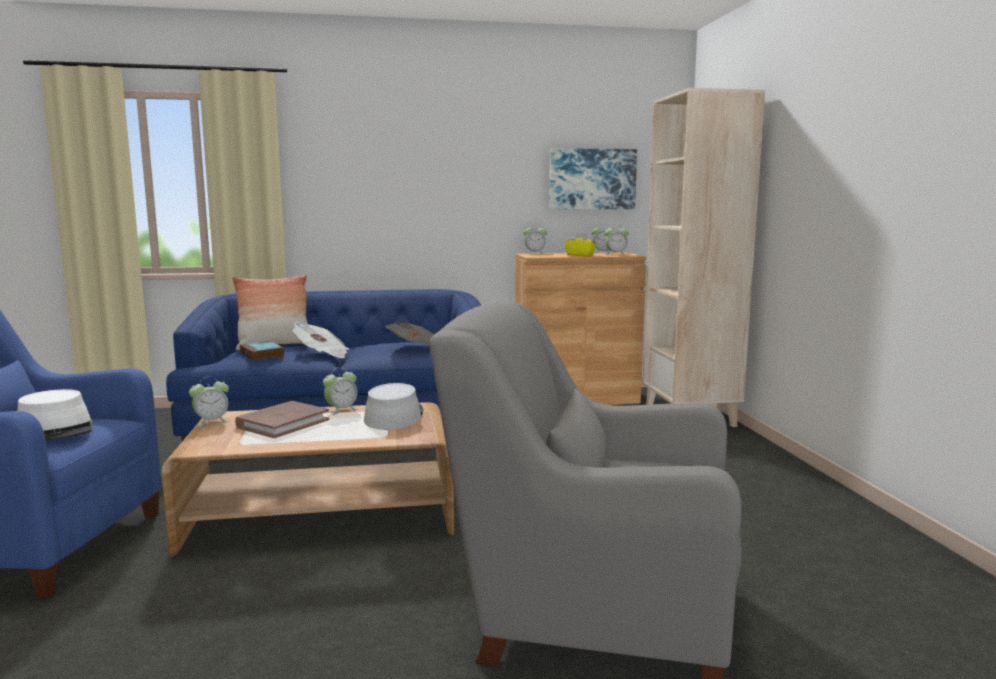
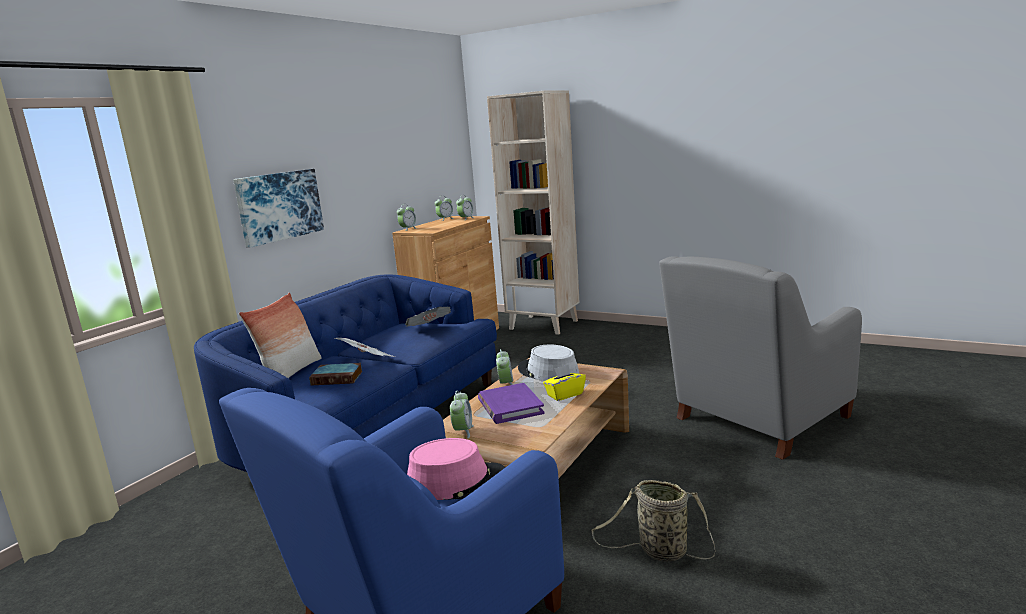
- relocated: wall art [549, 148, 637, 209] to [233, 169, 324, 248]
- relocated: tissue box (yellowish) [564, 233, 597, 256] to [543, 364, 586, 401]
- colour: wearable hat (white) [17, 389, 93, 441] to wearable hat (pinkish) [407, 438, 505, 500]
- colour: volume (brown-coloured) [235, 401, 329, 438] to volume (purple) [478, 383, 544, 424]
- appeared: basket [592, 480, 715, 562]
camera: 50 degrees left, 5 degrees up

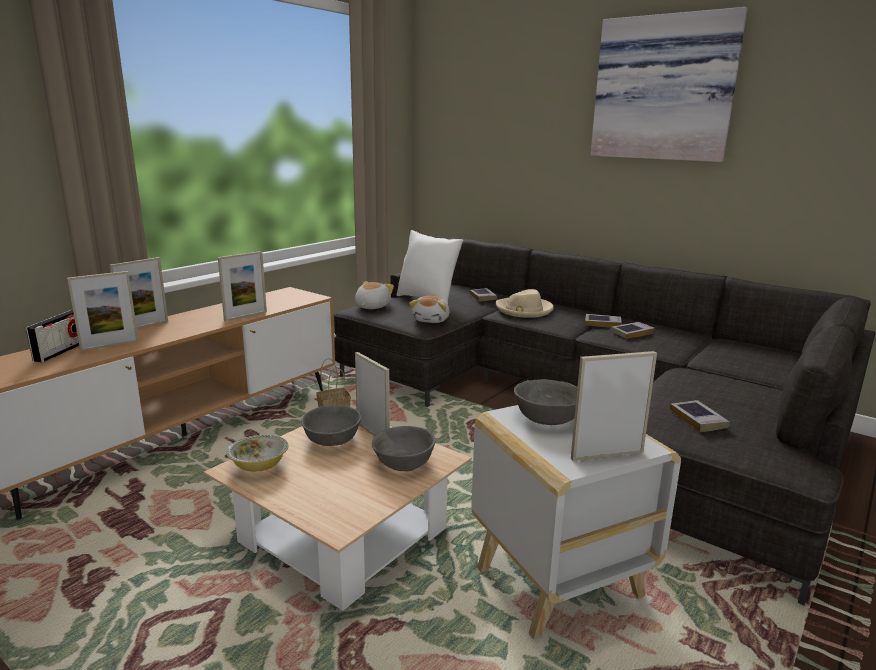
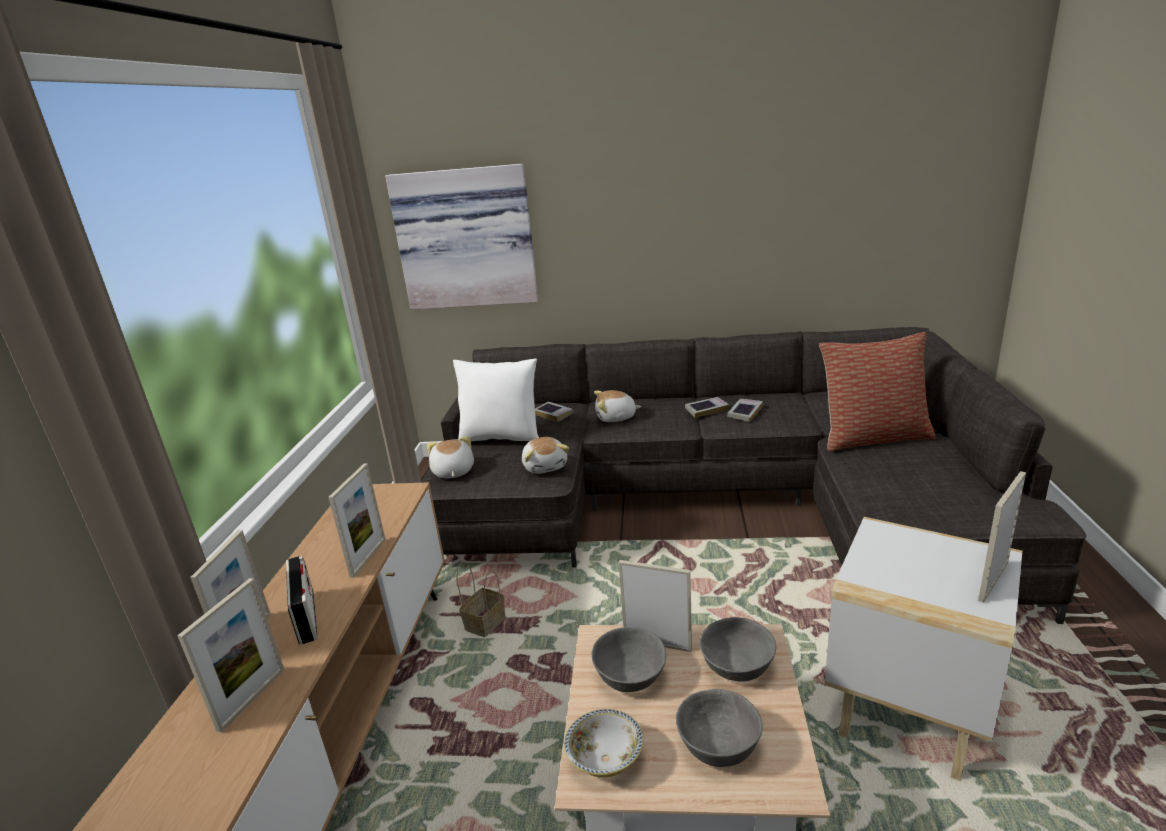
- relocated: wall art [590, 7, 748, 162] to [385, 164, 539, 310]
- exchanged: wearable hat (beige-coloured) [496, 289, 554, 318] to plush toy [594, 390, 641, 422]
- relocated: radio set [26, 310, 79, 362] to [286, 556, 318, 644]
- relocated: serving bowl (greyish) [514, 379, 577, 425] to [676, 689, 763, 767]
- missing: volume [670, 400, 730, 432]
- appeared: cushion [819, 332, 936, 451]
camera: 30 degrees left, 5 degrees up

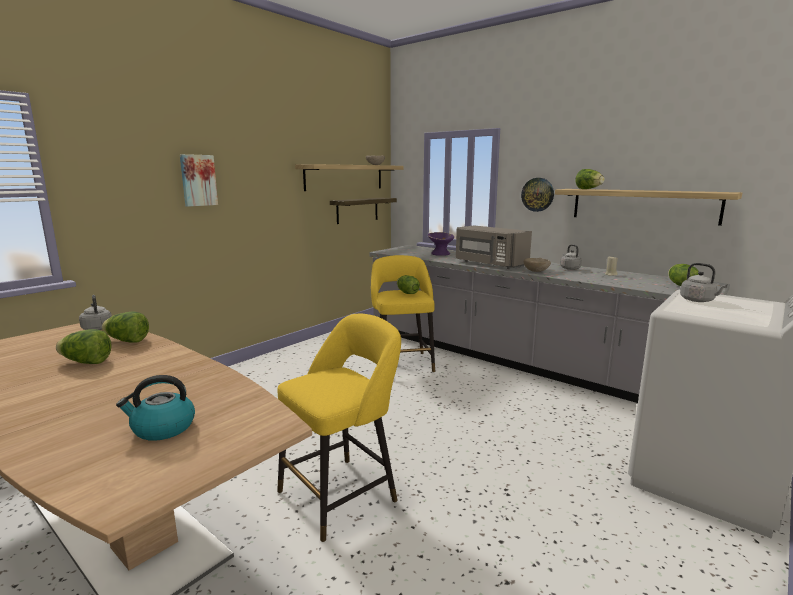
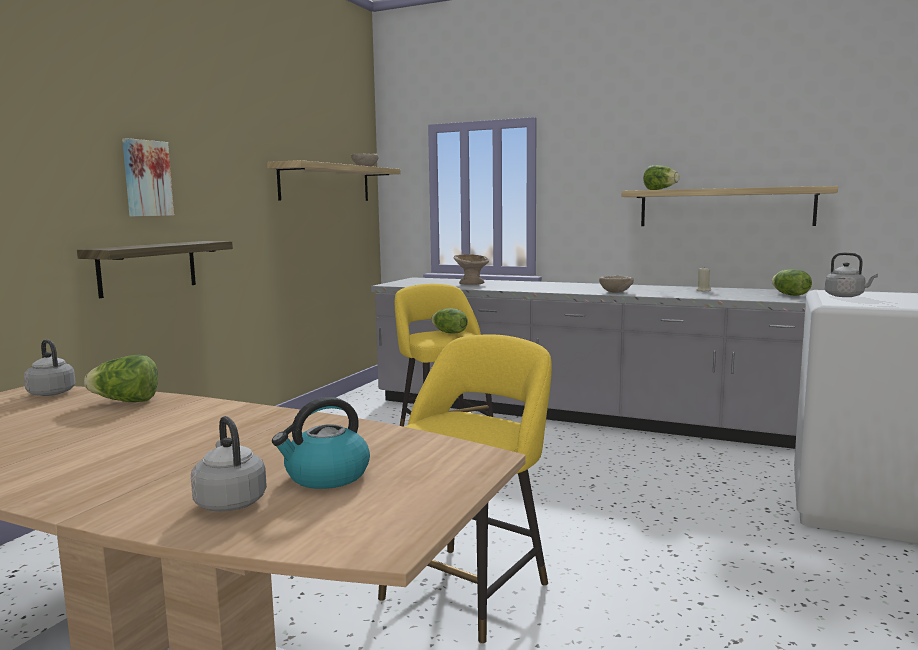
- missing: wall clock [521, 178, 554, 212]
- relocated: bracket shelf [330, 198, 397, 224] to [77, 241, 233, 298]
- missing: kitchen microwave (greyish) [456, 225, 532, 269]
- colour: serving bowl (purple) [428, 232, 454, 256] to serving bowl (beige-coloured) [453, 254, 489, 285]
- relocated: kettle (greyish) [561, 244, 582, 270] to [191, 416, 267, 512]
- missing: lettuce head [56, 329, 112, 364]
camera: 15 degrees left, 5 degrees down

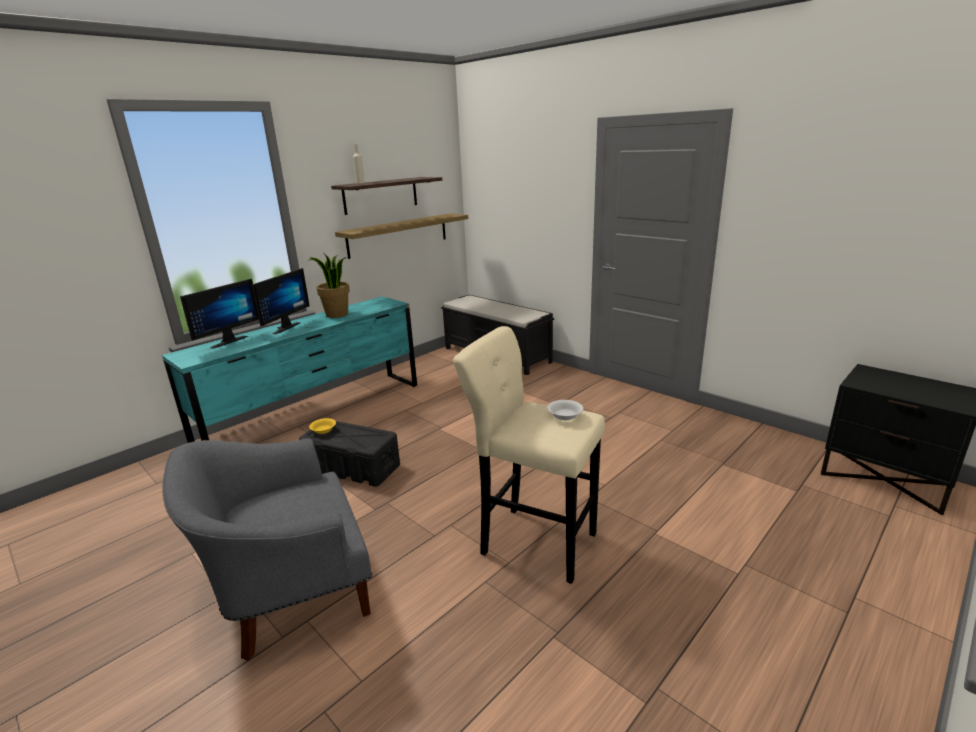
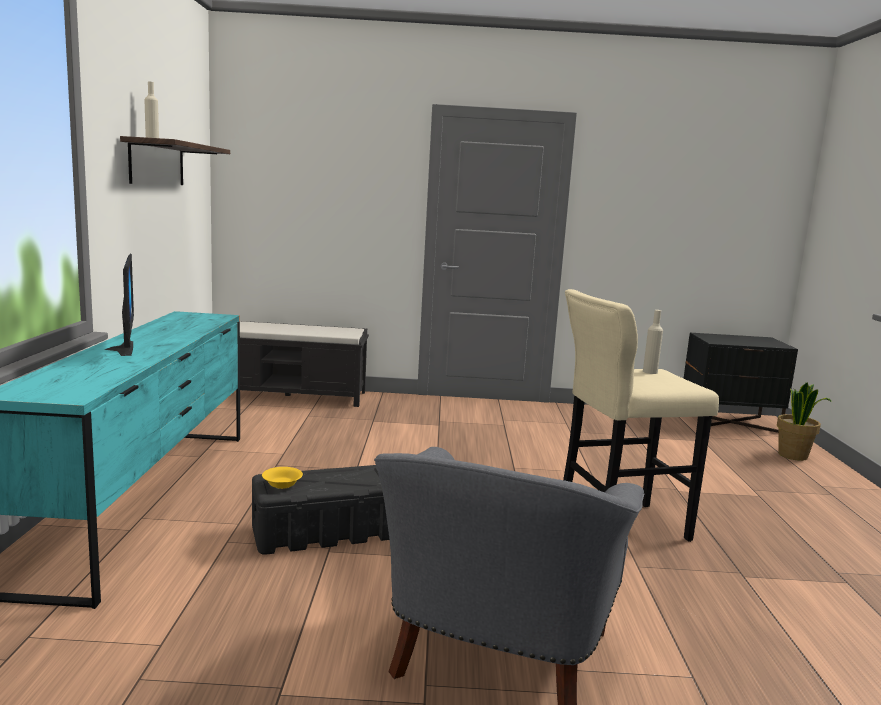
- missing: bracket shelf [335, 213, 468, 259]
- relocated: potted plant [309, 254, 350, 318] to [777, 382, 832, 461]
- missing: computer screen [180, 279, 259, 349]
- exchanged: serving bowl (white) [547, 400, 583, 420] to bottle (beige-coloured) [643, 310, 663, 374]
camera: 45 degrees left, 10 degrees down

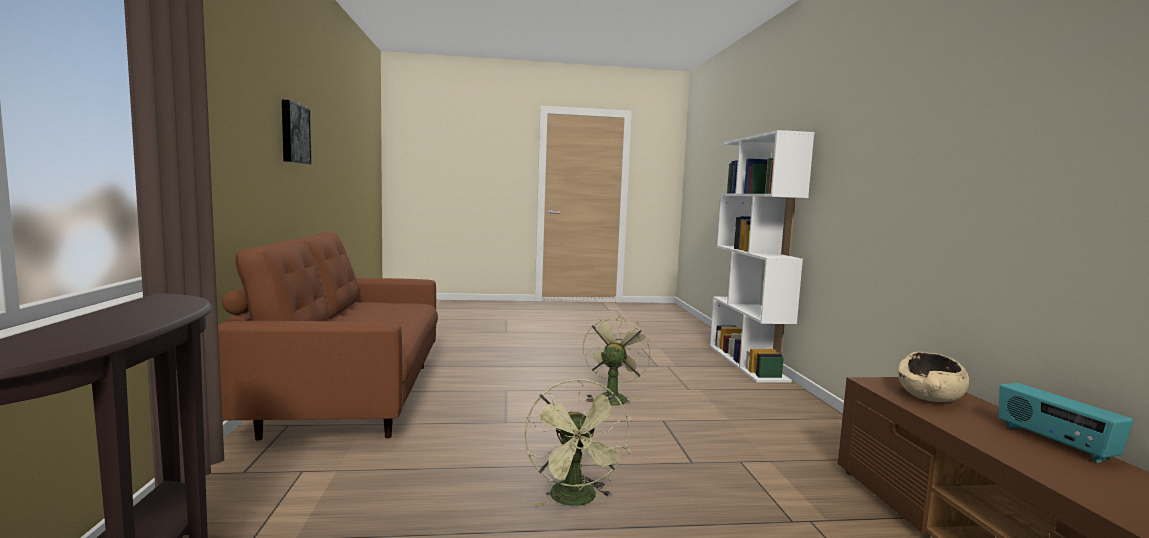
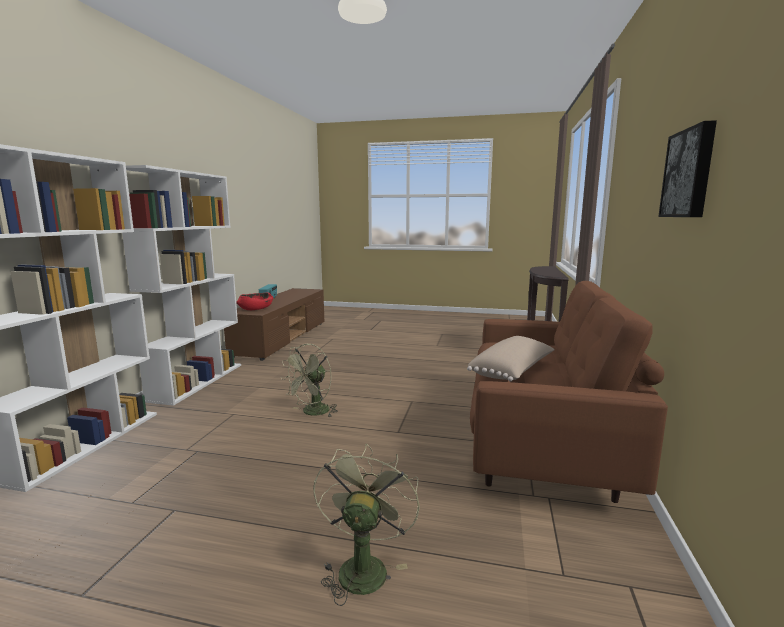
- colour: serving bowl (beige-coloured) [898, 352, 969, 402] to serving bowl (red-coloured) [236, 293, 273, 310]
- relocated: cooling fan (green-coloured) [524, 378, 631, 507] to [313, 444, 420, 606]
- appeared: bookshelf (white) [122, 165, 241, 406]
- appeared: cushion (beige-coloured) [467, 336, 555, 382]
camera: 160 degrees left, 5 degrees up

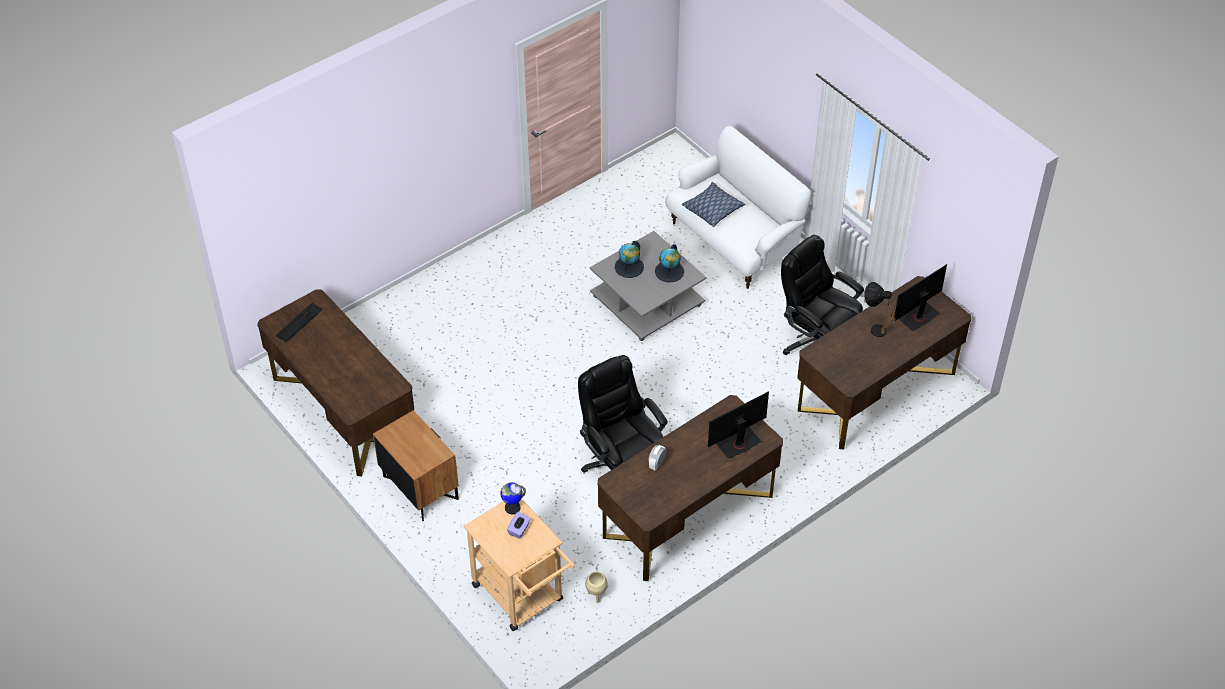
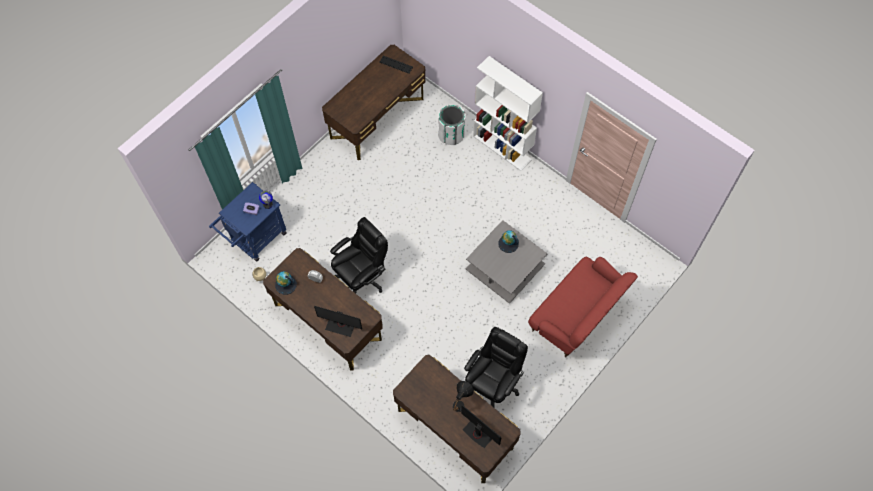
- colour: couch (white) [665, 126, 812, 289] to couch (red-coloured) [528, 256, 638, 357]
- missing: cushion [681, 182, 745, 227]
- relocated: globe [655, 244, 684, 283] to [275, 271, 297, 295]
- spun: computer screen [708, 391, 769, 459] = [314, 306, 362, 337] 150 degrees clockwise
- missing: nightstand (brown-coloured) [373, 410, 459, 521]
- colour: wheeled cart (beige-coloured) [463, 499, 575, 631] to wheeled cart (bluish) [209, 182, 287, 261]
- appeared: bookshelf (white) [473, 56, 543, 171]
- appeared: rubbish bin (white) [438, 105, 466, 145]
camera: 80 degrees right, 15 degrees up

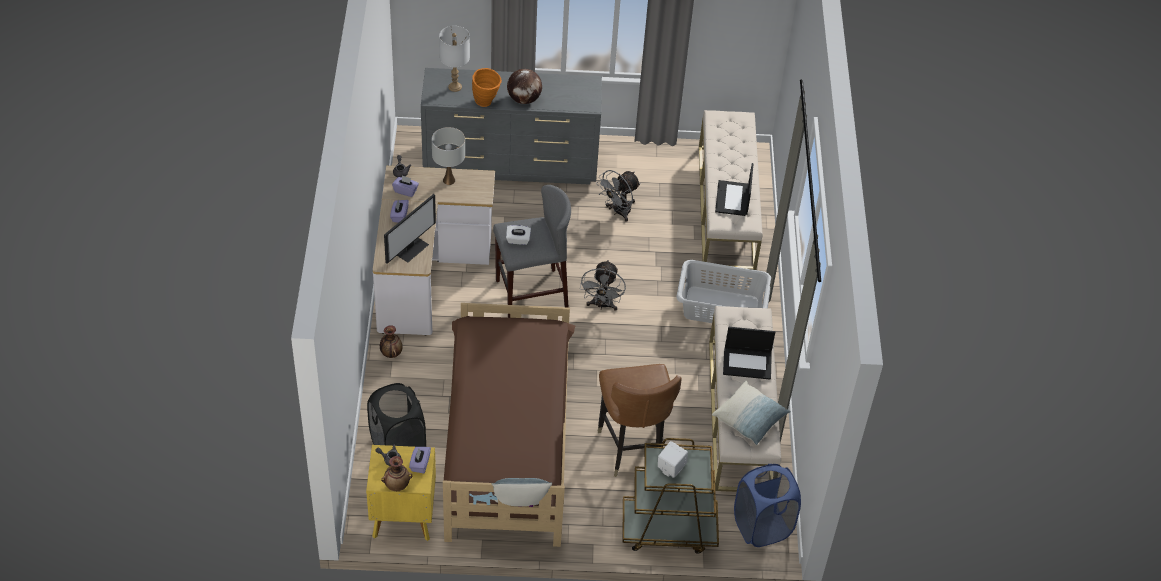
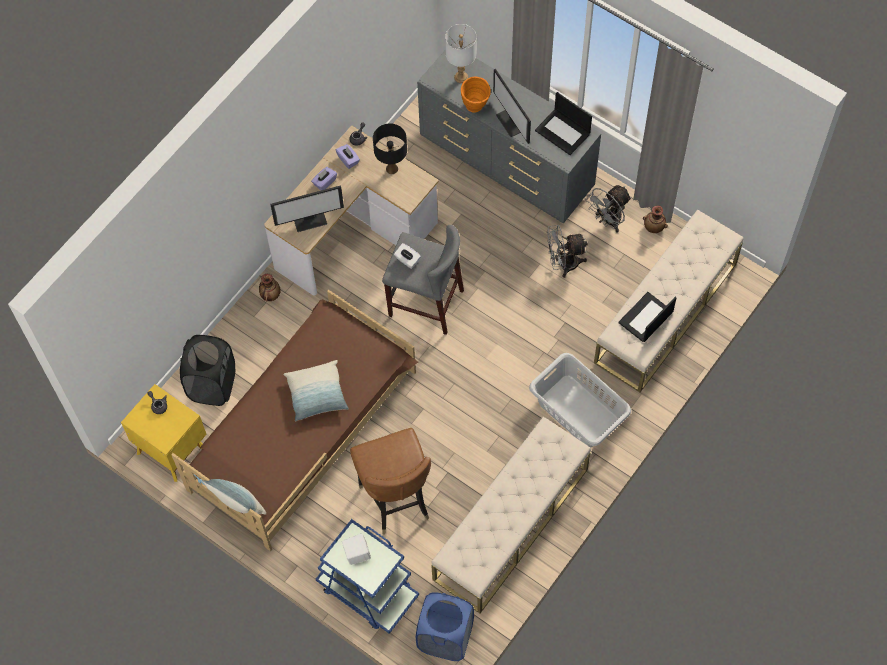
- exchanged: globe [507, 69, 542, 104] to computer screen [493, 69, 531, 144]
- colour: tabletop lamp (white) [432, 127, 465, 185] to tabletop lamp (black-coloured) [373, 124, 407, 174]
- relocated: cooling fan (greyish) [580, 260, 626, 311] to [586, 185, 632, 233]
- relocated: laptop [723, 327, 775, 380] to [535, 92, 592, 155]
- spun: plain chair (brown-coloured) [598, 364, 682, 477] = [350, 428, 431, 534] 45 degrees counterclockwise
- relocated: cushion [712, 380, 791, 445] to [283, 360, 349, 422]
- colour: wheeled cart (brown-coloured) [622, 438, 719, 554] to wheeled cart (bluish) [316, 519, 419, 634]
- missing: tissue box (purple) [409, 447, 431, 473]
- relocated: decorative vase [381, 456, 412, 491] to [643, 205, 668, 233]
camera: 40 degrees right, 15 degrees up

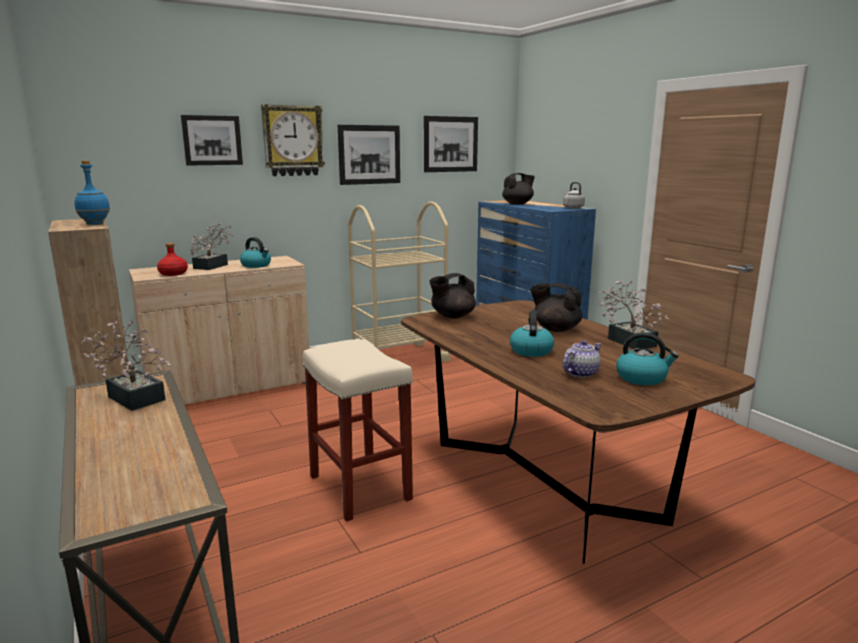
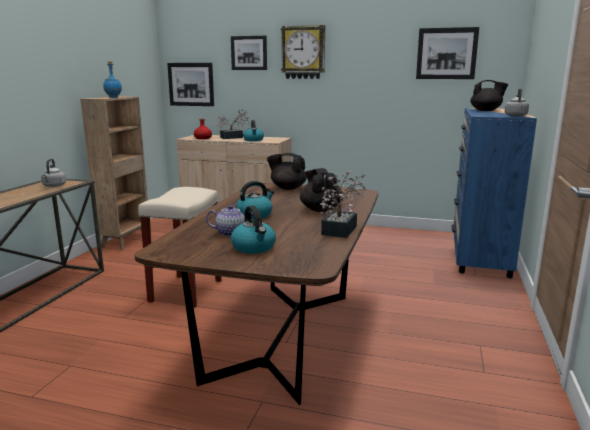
- relocated: wall art [338, 125, 400, 185] to [167, 63, 214, 106]
- missing: wheeled cart (beige-coloured) [348, 201, 450, 362]
- exchanged: potted plant [82, 320, 172, 411] to kettle (greyish) [41, 159, 66, 187]
camera: 45 degrees right, 0 degrees up

